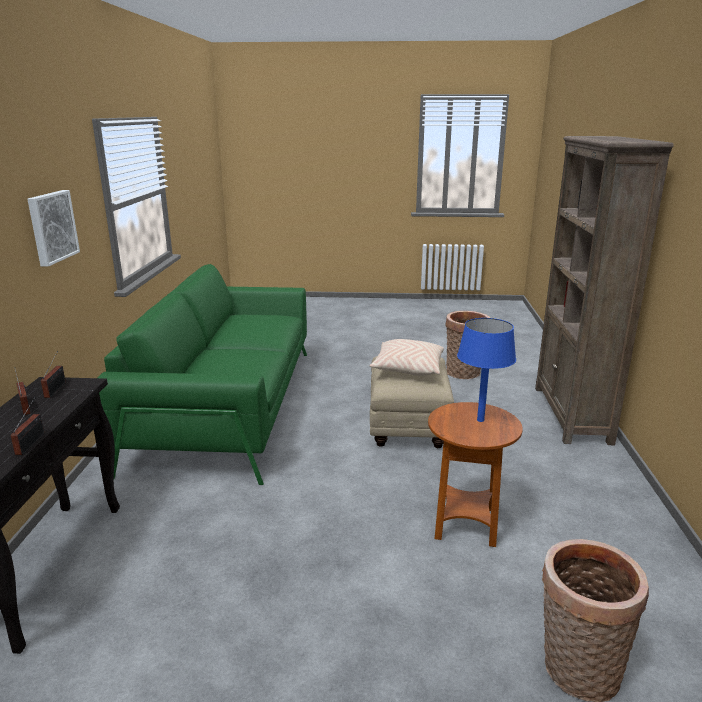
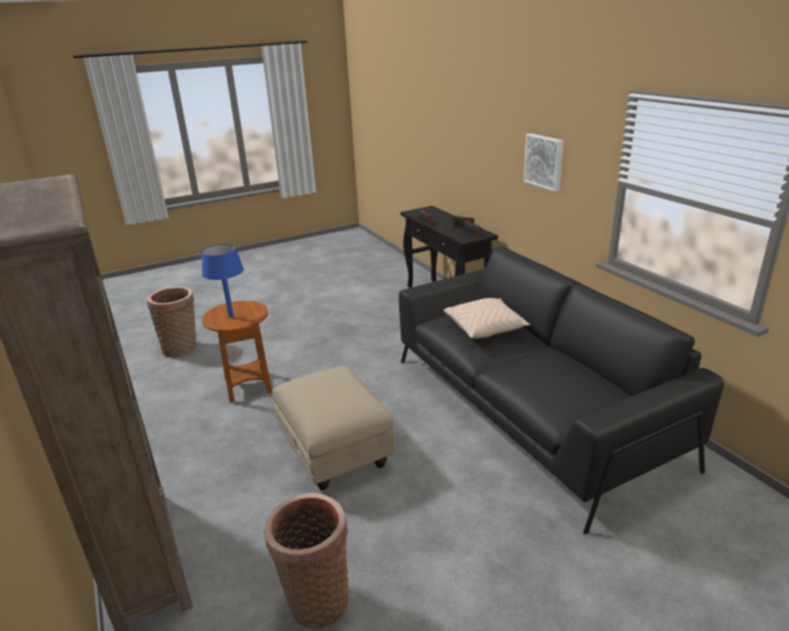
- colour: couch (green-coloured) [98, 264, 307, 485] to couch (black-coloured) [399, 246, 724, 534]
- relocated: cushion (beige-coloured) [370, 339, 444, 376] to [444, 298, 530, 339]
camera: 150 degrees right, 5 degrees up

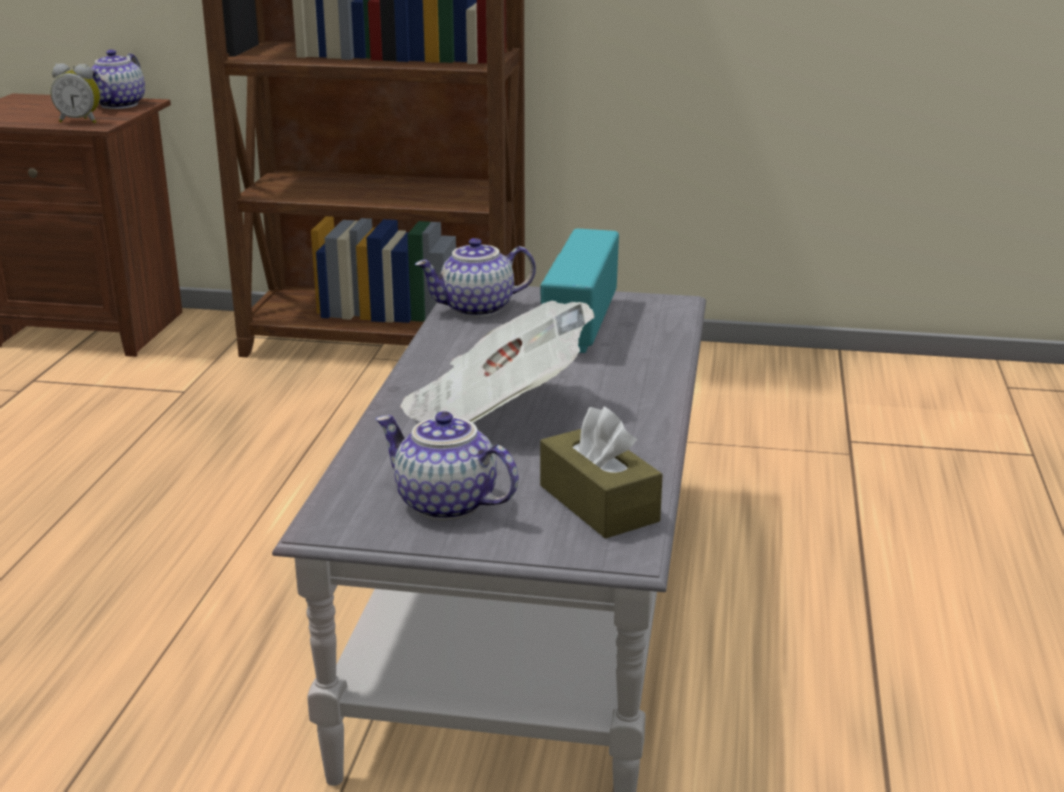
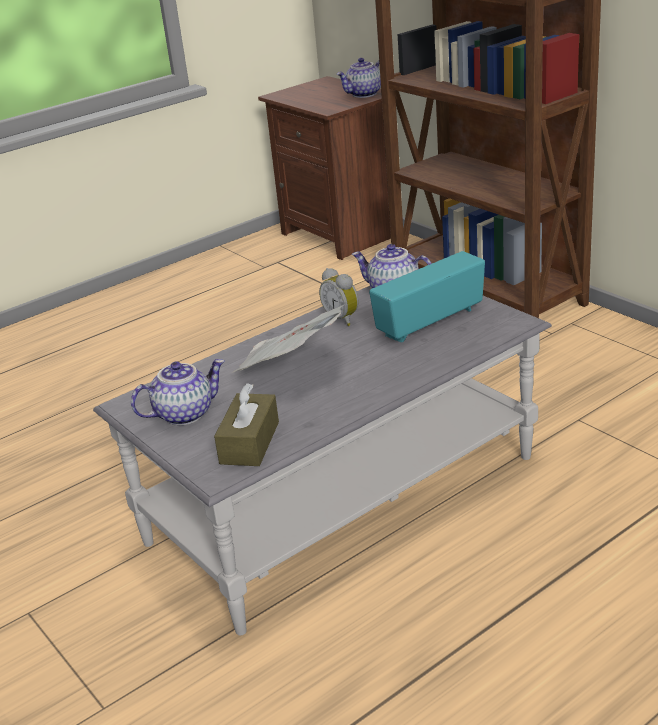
- relocated: table clock [50, 63, 100, 123] to [319, 268, 359, 326]
- spun: pot for tea [376, 411, 519, 521] = [131, 359, 225, 425] 75 degrees clockwise
camera: 45 degrees right, 5 degrees up

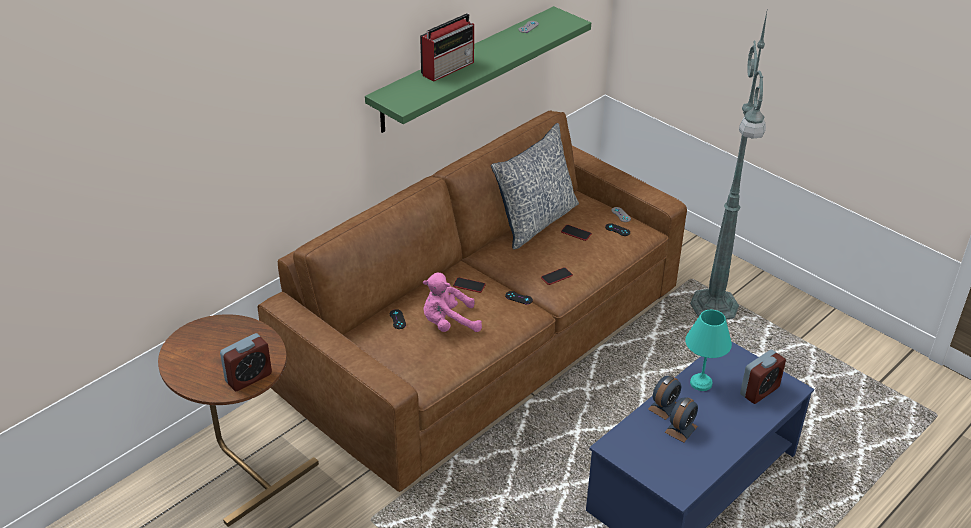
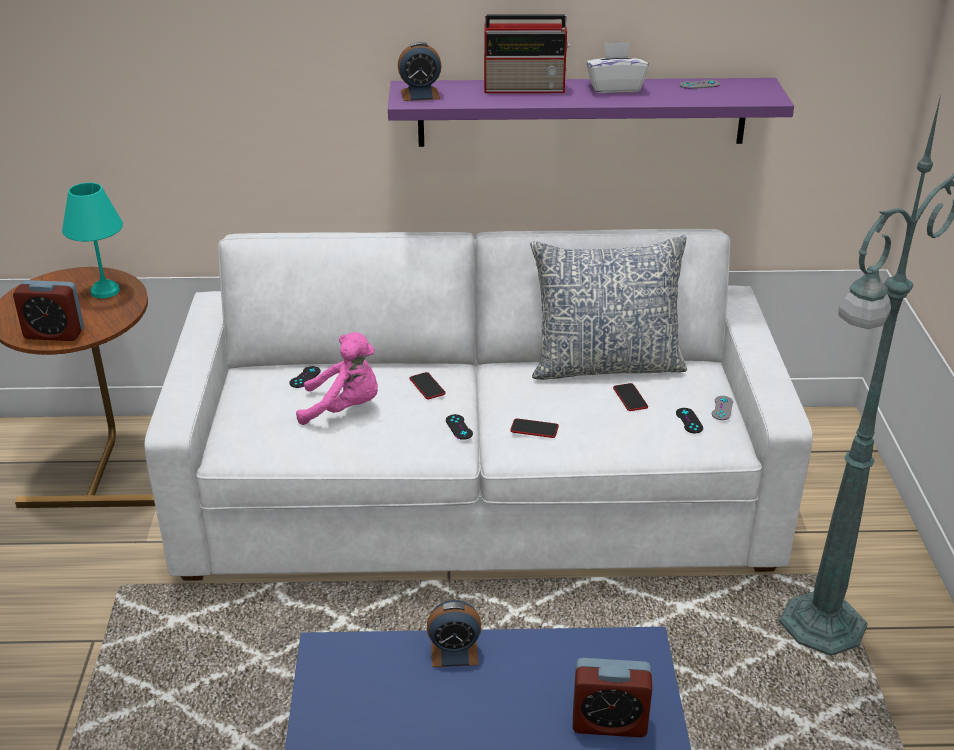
- colour: bracket shelf (green-coloured) [365, 6, 591, 133] to bracket shelf (purple) [388, 78, 794, 147]
- colour: couch (brown-coloured) [258, 110, 687, 492] to couch (white) [144, 229, 813, 581]
- spun: plush toy (pinkish) [423, 272, 482, 332] = [296, 332, 378, 425] 150 degrees clockwise
- relocated: tabletop lamp (turquoise) [685, 310, 732, 391] to [62, 182, 123, 298]
- relocated: table clock [664, 398, 698, 443] to [398, 42, 441, 101]
- appeared: tissue box (white) [586, 42, 649, 93]
camera: 45 degrees right, 5 degrees down

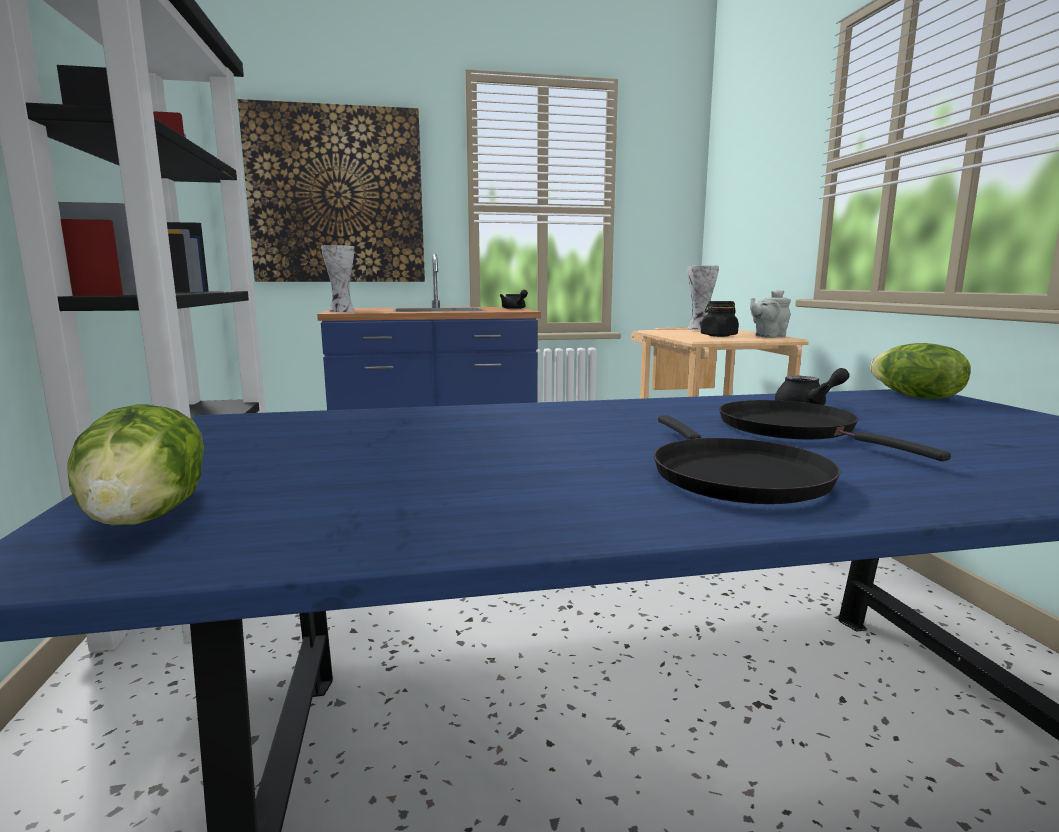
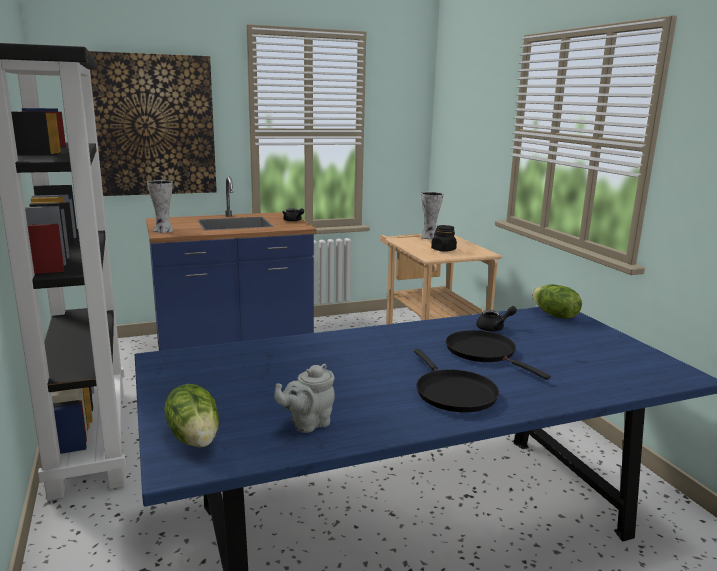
- relocated: pot for tea (greyish) [750, 290, 791, 338] to [274, 364, 335, 433]
camera: 10 degrees left, 5 degrees up

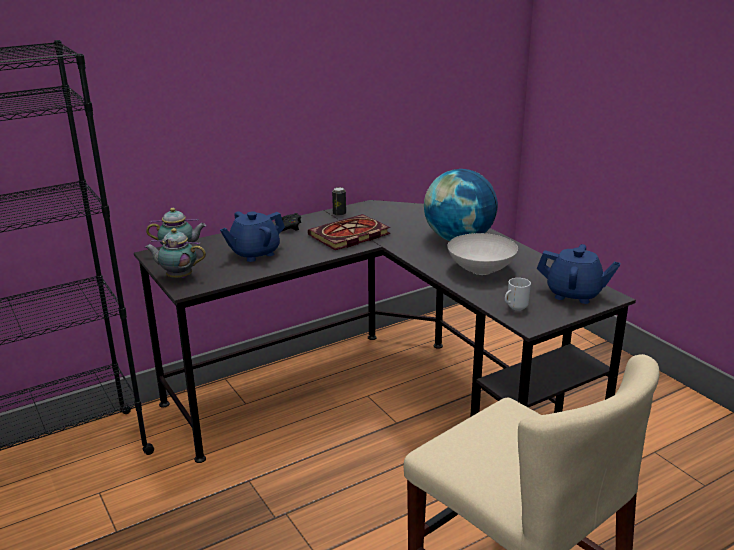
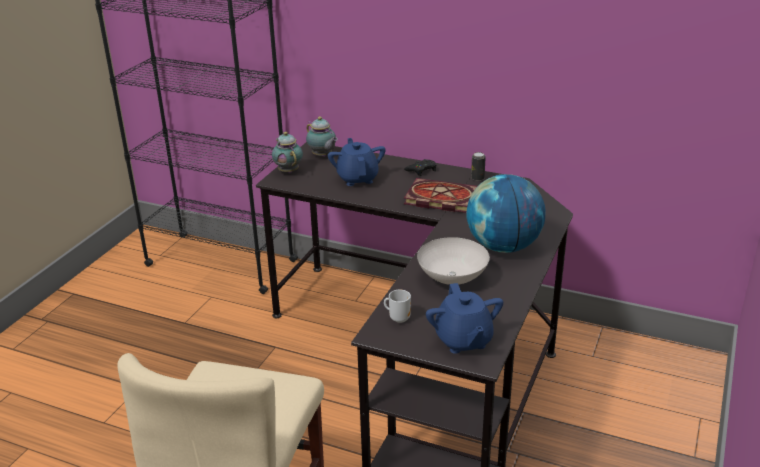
- spun: pot for tea (bluish) [220, 211, 285, 262] = [328, 138, 386, 186] 60 degrees clockwise
camera: 55 degrees right, 5 degrees up

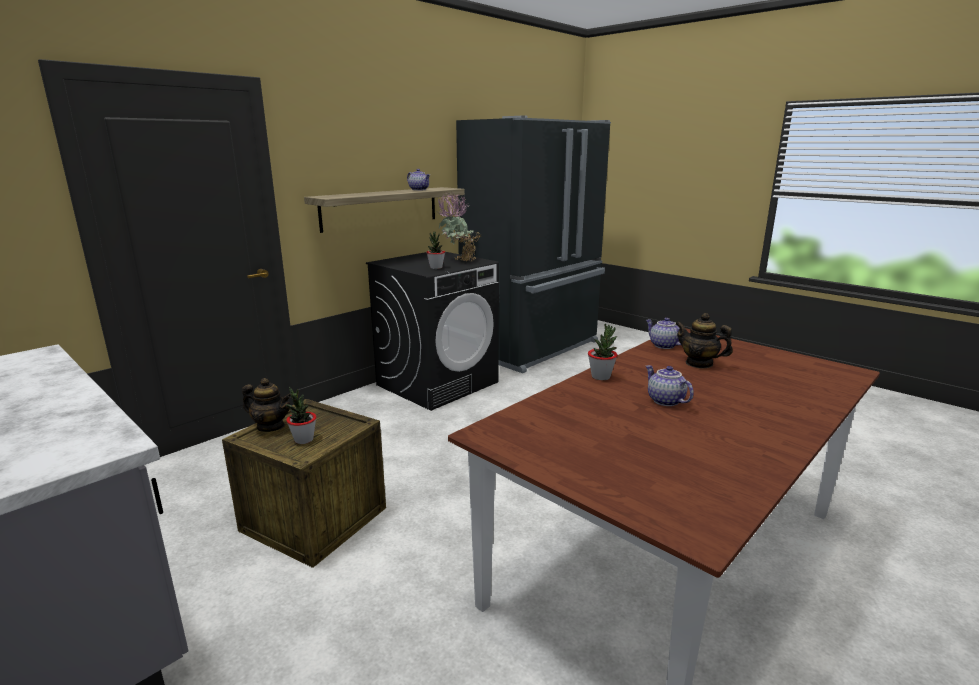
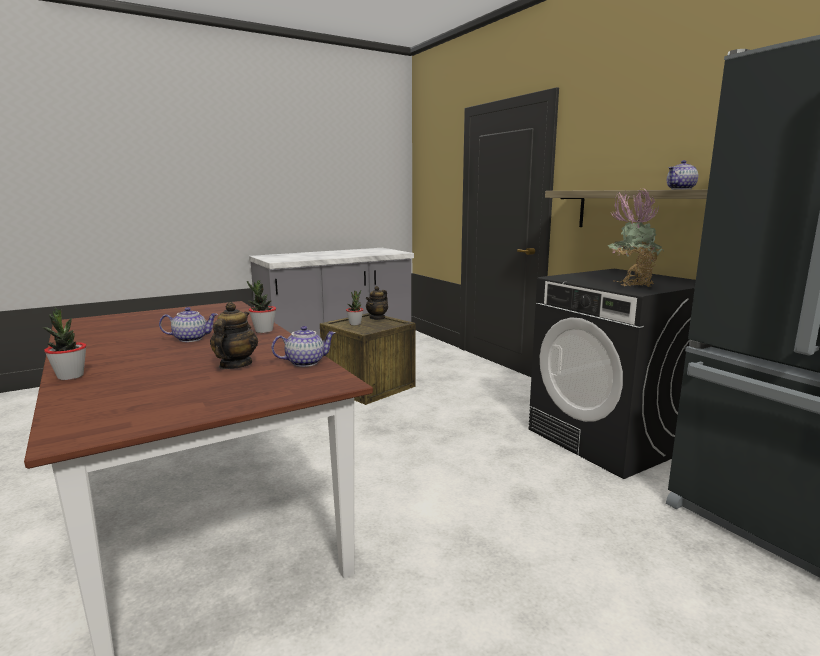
- relocated: potted plant [426, 232, 445, 269] to [43, 307, 87, 380]
- spun: pot for tea [676, 313, 733, 368] = [210, 302, 258, 369] 45 degrees counterclockwise
camera: 105 degrees right, 5 degrees down

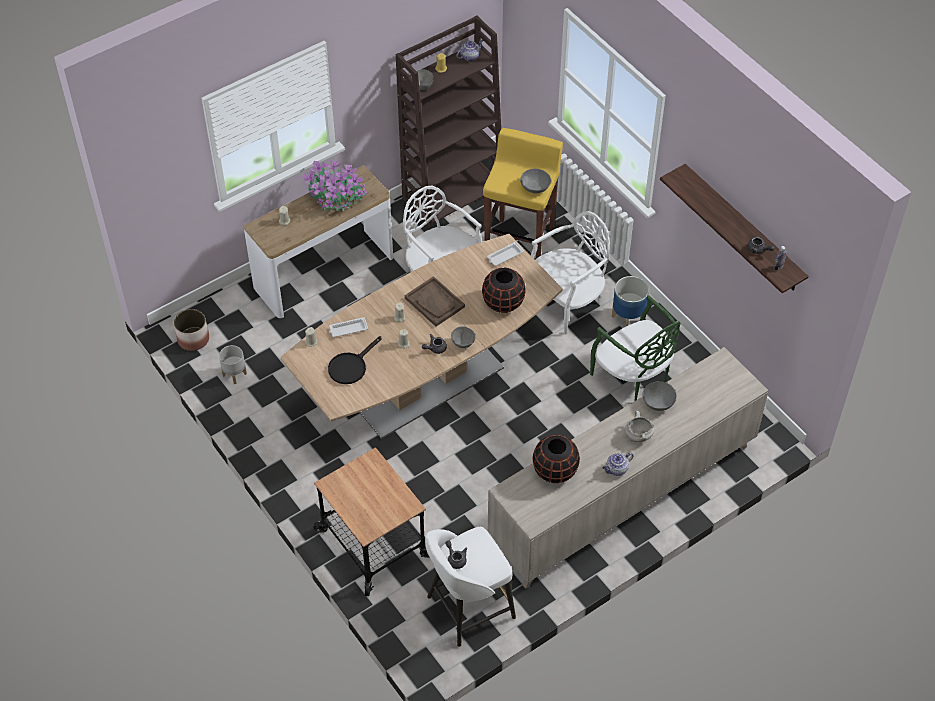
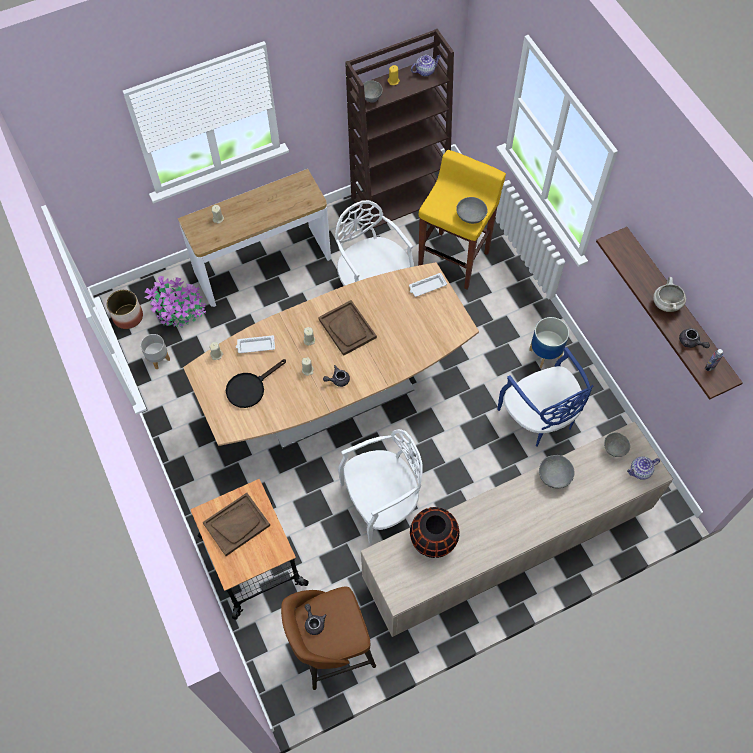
- relocated: potted plant [302, 161, 367, 211] to [144, 276, 206, 328]
- relocated: plain chair (white) [531, 211, 610, 334] to [338, 429, 422, 544]
- missing: decorative vase (black-coloured) [482, 268, 526, 313]
- colour: plain chair (green-coloured) [590, 295, 681, 401] to plain chair (bluish) [497, 347, 594, 447]
- relocated: serving bowl (greyish) [451, 326, 475, 348] to [604, 432, 630, 457]
- relocated: cooking pot (white) [625, 411, 654, 442] to [653, 277, 686, 312]
- relocated: pot for tea [603, 452, 633, 476] to [627, 456, 660, 480]
- colour: stool seat (white) [425, 527, 516, 647] to stool seat (brown-coloured) [281, 586, 376, 690]
- appeared: tray (brown-coloured) [203, 493, 270, 556]
camera: 10 degrees right, 10 degrees up

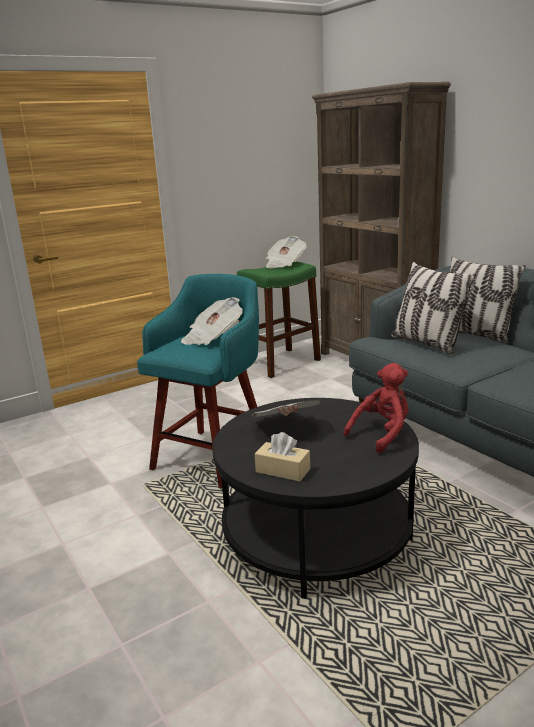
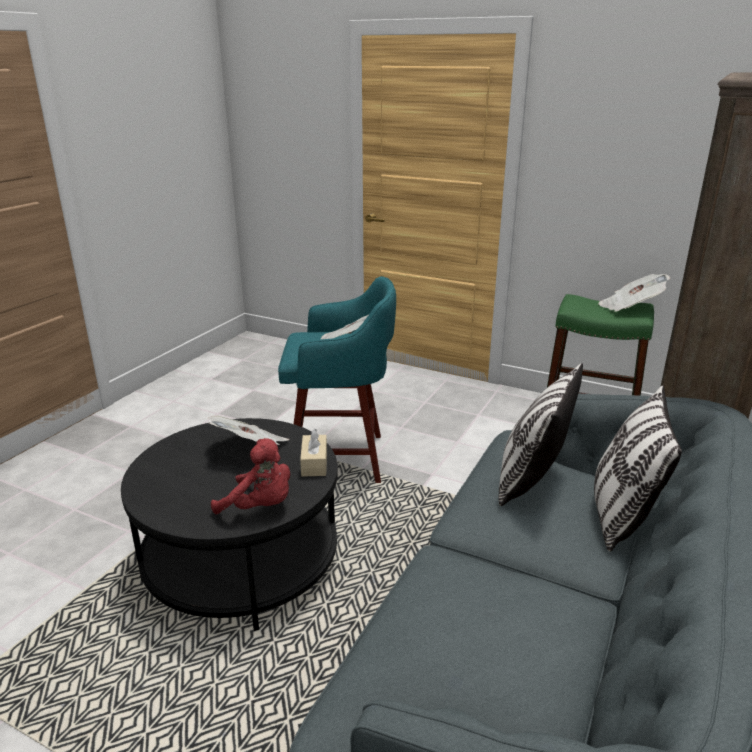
- relocated: tissue box (beige-coloured) [255, 432, 310, 482] to [300, 428, 327, 477]
camera: 60 degrees right, 5 degrees up

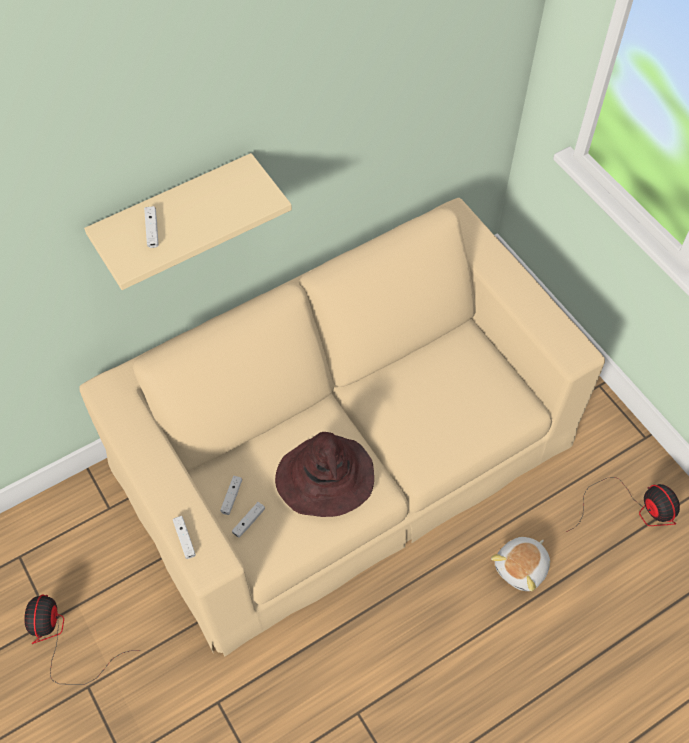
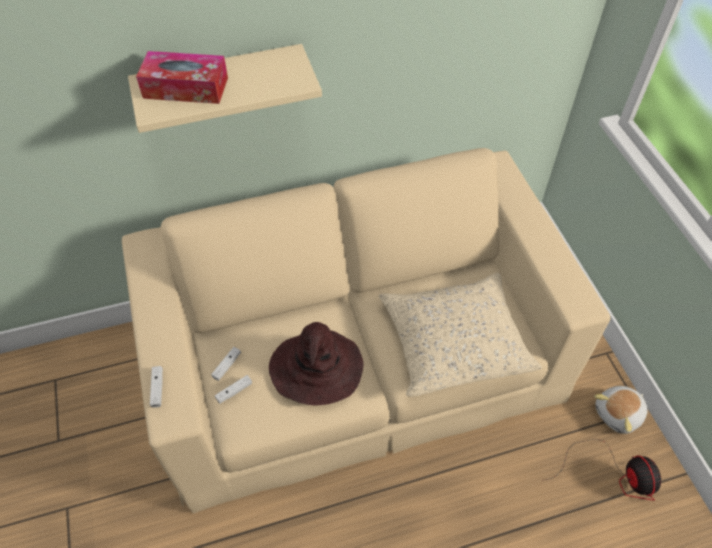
- exchanged: game controller (white) [144, 206, 159, 248] to tissue box [136, 51, 228, 104]
- relocated: plush toy [491, 537, 550, 591] to [594, 386, 648, 434]
- missing: cooling fan [24, 594, 129, 685]
- appeared: cushion (beige-coloured) [379, 273, 542, 397]
camera: 15 degrees right, 5 degrees down

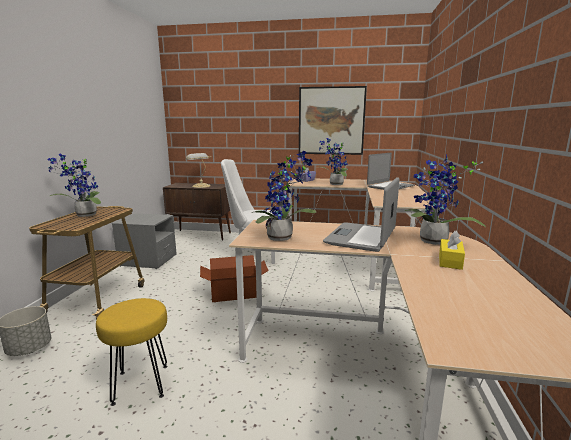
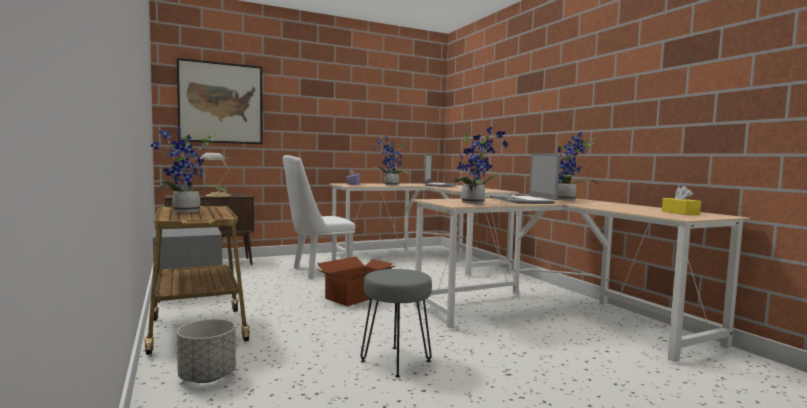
- relocated: wall art [299, 86, 367, 155] to [177, 58, 263, 144]
- relocated: tissue box (yellowish) [439, 231, 465, 270] to [662, 186, 701, 215]
- colour: stool seat (yellowish) [96, 298, 168, 406] to stool seat (greyish) [361, 269, 432, 378]
camera: 35 degrees left, 10 degrees down

